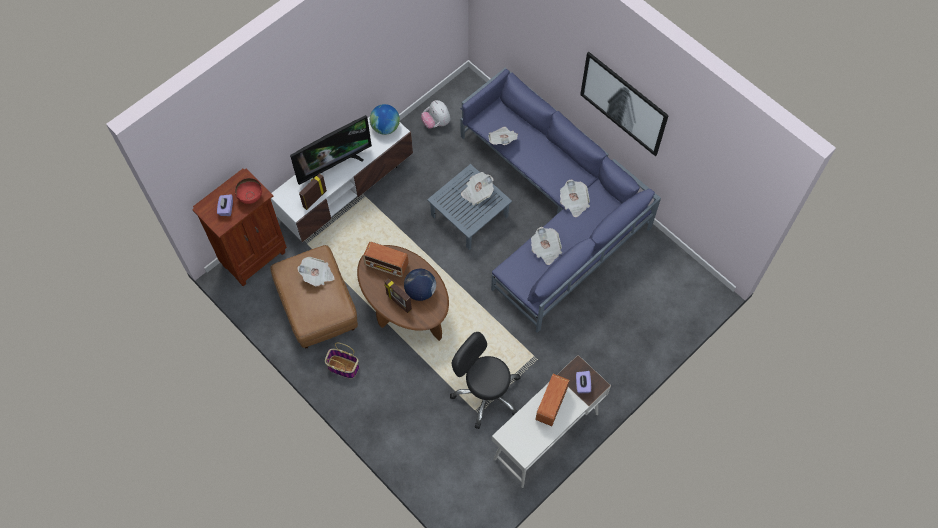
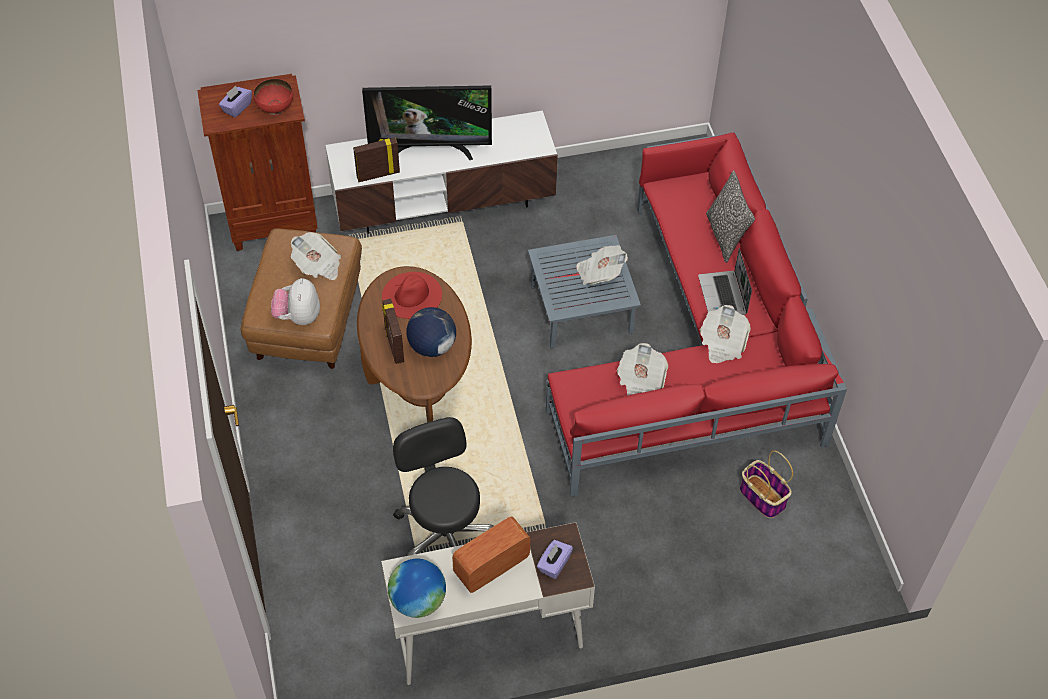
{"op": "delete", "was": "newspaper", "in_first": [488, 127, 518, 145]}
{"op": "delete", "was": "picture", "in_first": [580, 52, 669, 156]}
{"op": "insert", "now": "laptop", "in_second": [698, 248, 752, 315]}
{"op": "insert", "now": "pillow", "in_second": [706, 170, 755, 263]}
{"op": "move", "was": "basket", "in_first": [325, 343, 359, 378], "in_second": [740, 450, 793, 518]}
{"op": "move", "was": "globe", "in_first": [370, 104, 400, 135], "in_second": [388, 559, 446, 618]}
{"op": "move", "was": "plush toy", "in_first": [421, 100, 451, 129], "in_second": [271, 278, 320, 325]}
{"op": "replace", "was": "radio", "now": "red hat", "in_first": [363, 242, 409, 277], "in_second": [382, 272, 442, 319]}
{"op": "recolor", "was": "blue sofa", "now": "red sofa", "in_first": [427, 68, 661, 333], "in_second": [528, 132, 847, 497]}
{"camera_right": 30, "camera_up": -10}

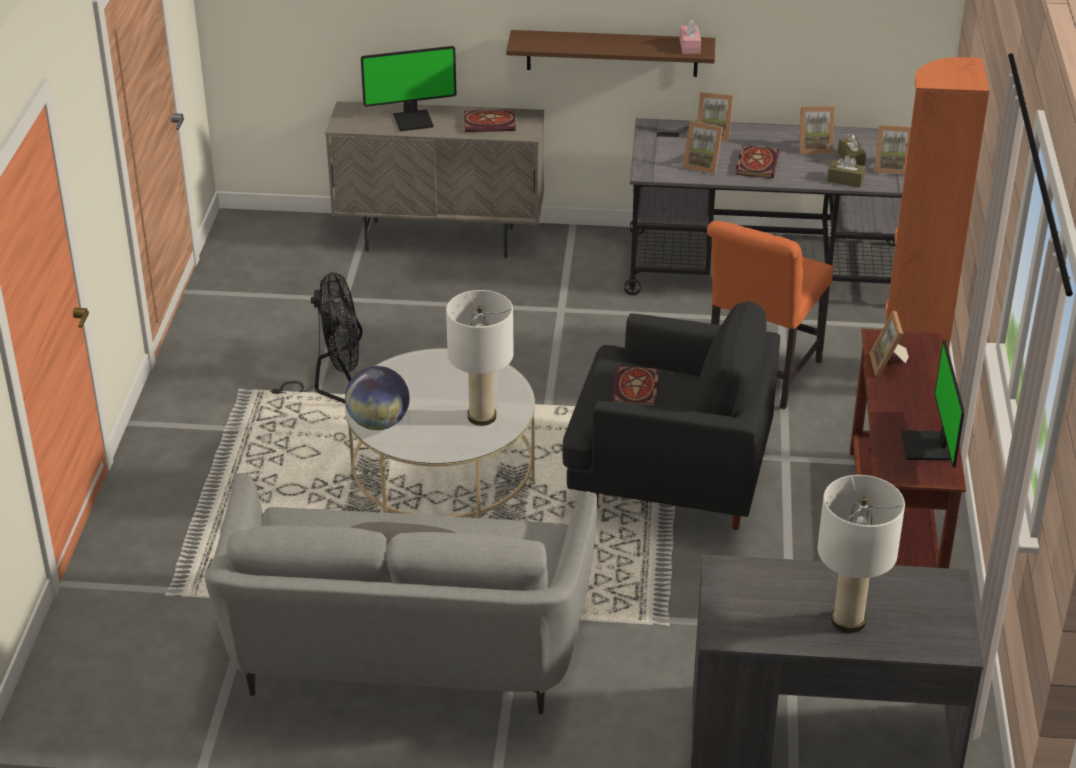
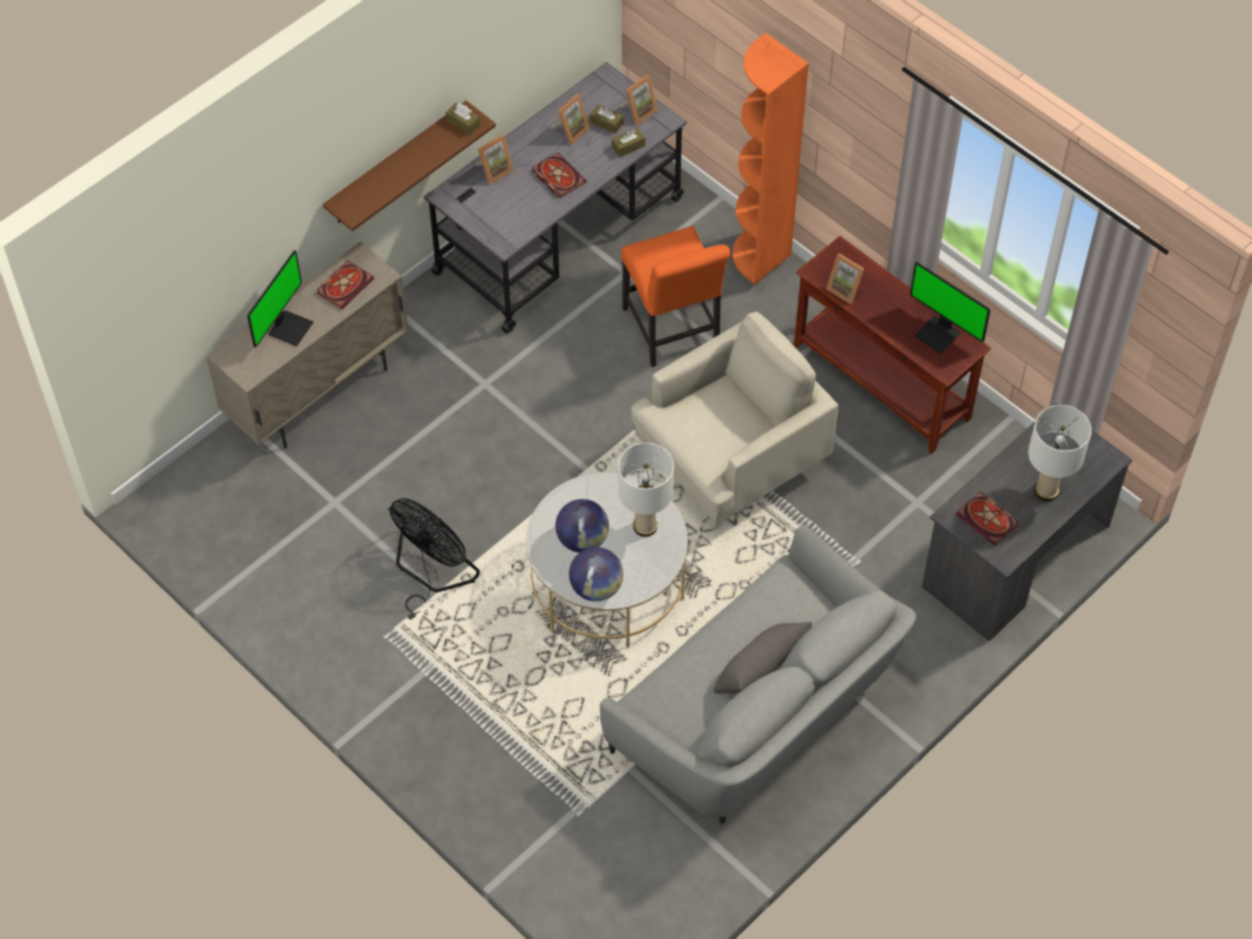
{"op": "delete", "was": "picture frame", "in_first": [683, 121, 723, 174]}
{"op": "insert", "now": "globe", "in_second": [555, 499, 609, 553]}
{"op": "move", "was": "book", "in_first": [612, 366, 659, 405], "in_second": [956, 491, 1019, 546]}
{"op": "recolor", "was": "black armchair", "now": "beige armchair", "in_first": [563, 301, 780, 530], "in_second": [631, 312, 839, 525]}
{"op": "recolor", "was": "pink tissue box", "now": "brown tissue box", "in_first": [679, 20, 701, 54], "in_second": [446, 103, 480, 135]}
{"camera_right": -50, "camera_up": 20}

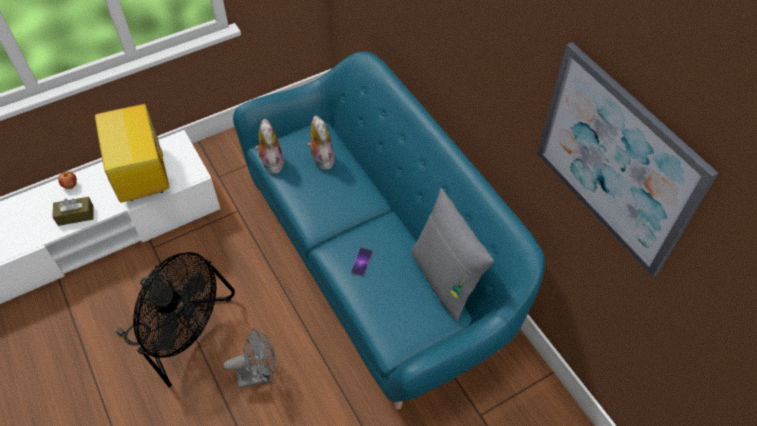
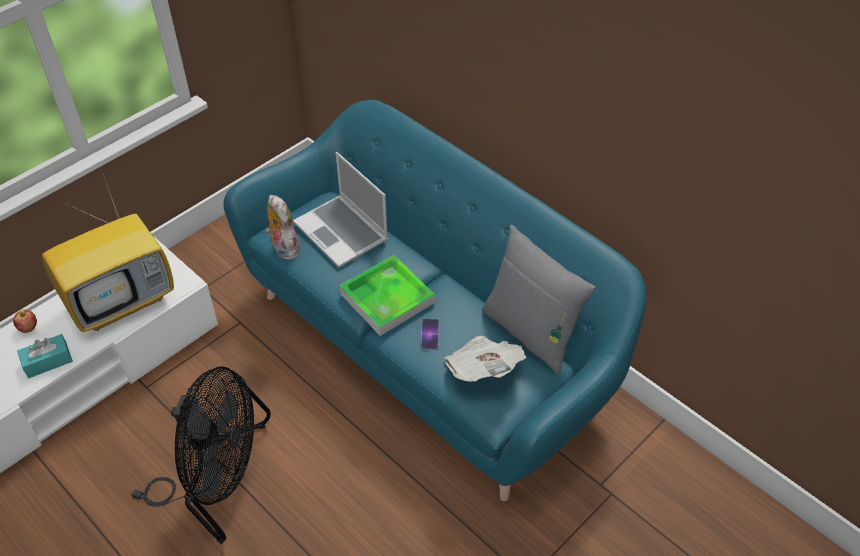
{"op": "delete", "was": "grey fan", "in_first": [223, 328, 276, 388]}
{"op": "delete", "was": "picture", "in_first": [537, 42, 718, 277]}
{"op": "insert", "now": "tray", "in_second": [339, 255, 435, 336]}
{"op": "insert", "now": "newspaper", "in_second": [444, 336, 526, 382]}
{"op": "replace", "was": "plush toy", "now": "laptop", "in_first": [307, 115, 335, 170], "in_second": [293, 152, 388, 268]}
{"op": "recolor", "was": "brown tissue box", "now": "turquoise tissue box", "in_first": [52, 197, 94, 226], "in_second": [17, 334, 73, 378]}
{"op": "rotate", "was": "television", "in_first": [95, 92, 170, 203], "in_second": [42, 174, 174, 332], "clockwise": -90}
{"camera_right": -15, "camera_up": -5}

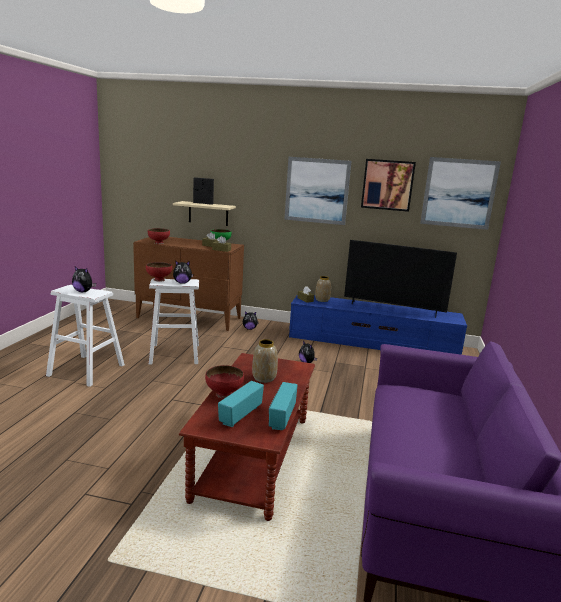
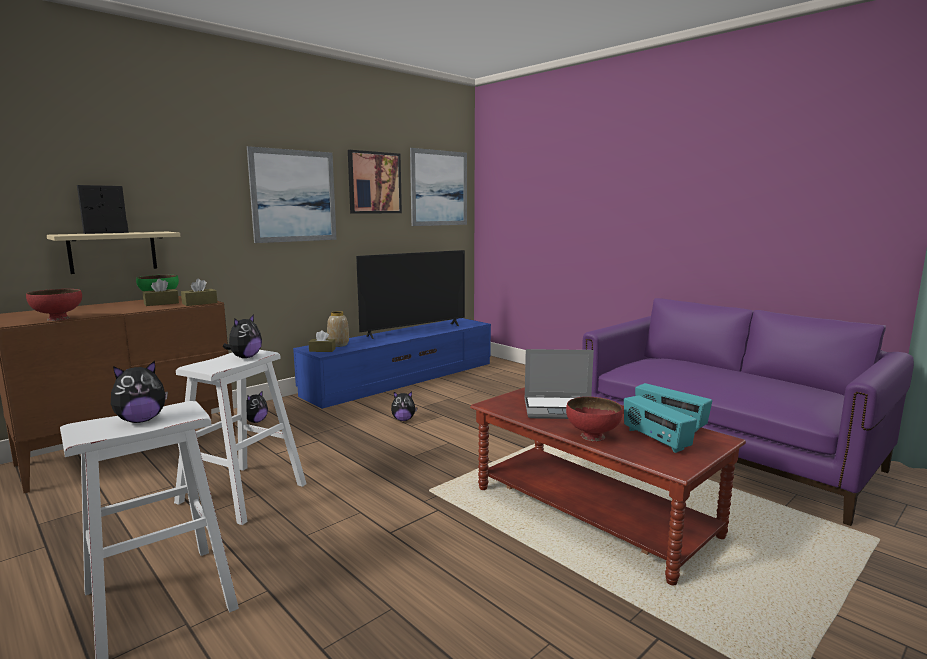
{"op": "delete", "was": "red bowl", "in_first": [146, 262, 172, 282]}
{"op": "replace", "was": "vase", "now": "laptop", "in_first": [252, 339, 278, 383], "in_second": [525, 349, 594, 419]}
{"camera_right": -55, "camera_up": -5}

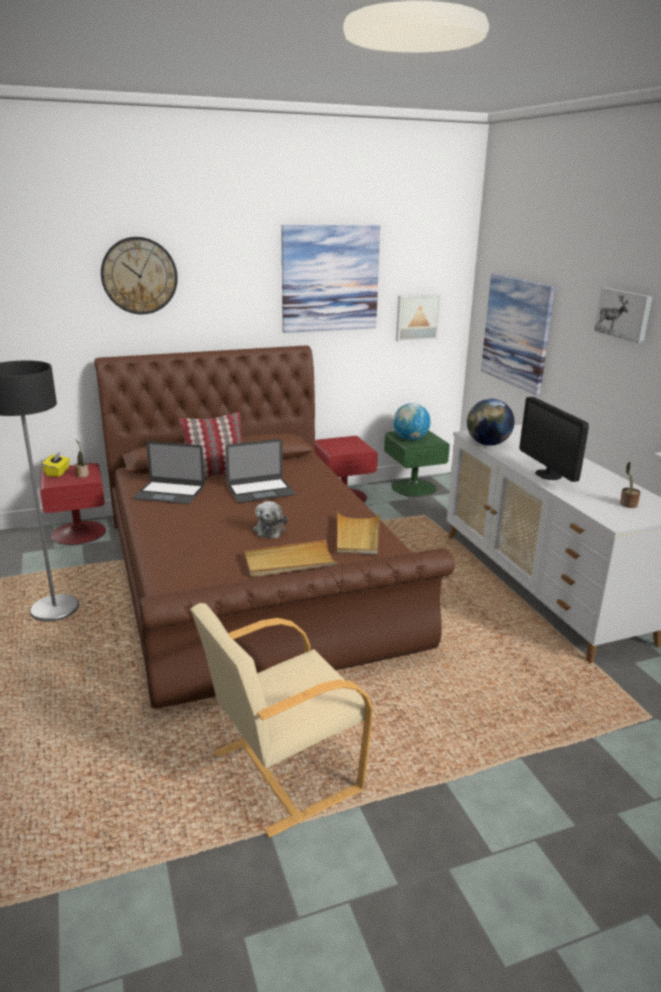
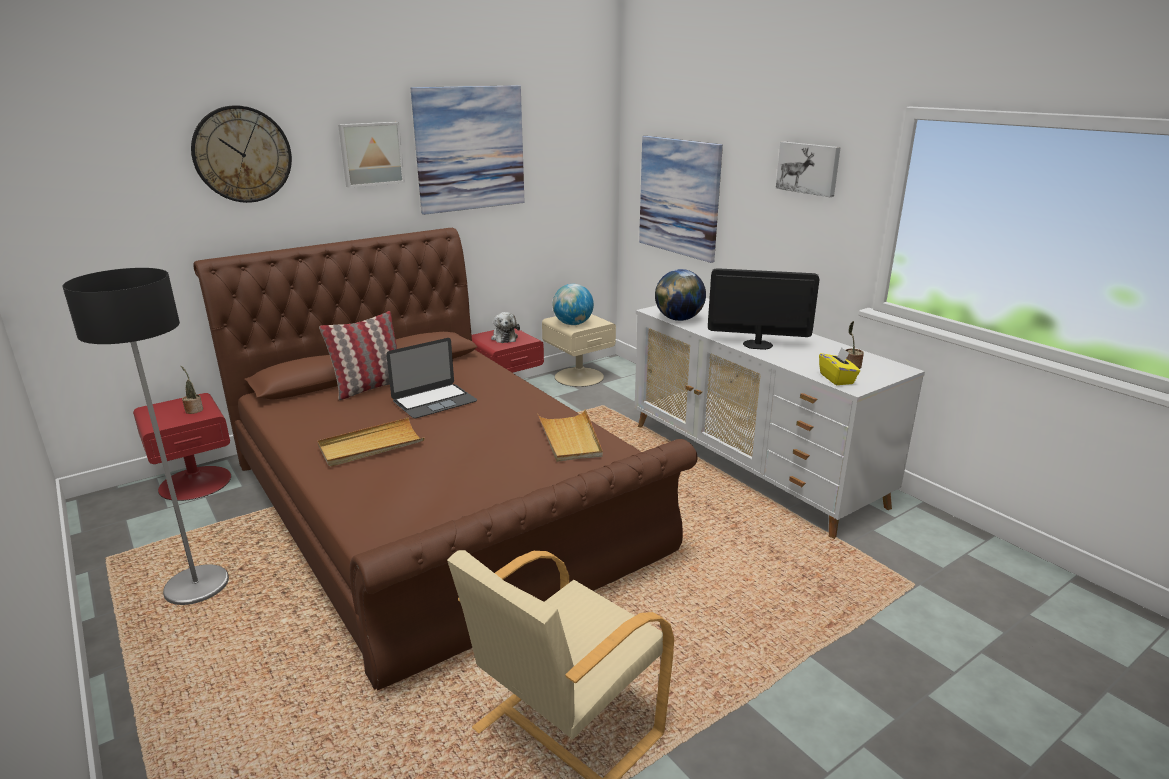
{"op": "delete", "was": "laptop", "in_first": [133, 441, 205, 504]}
{"op": "move", "was": "yellow tissue box", "in_first": [42, 451, 70, 477], "in_second": [819, 347, 860, 385]}
{"op": "move", "was": "beige tray", "in_first": [245, 540, 338, 577], "in_second": [318, 418, 424, 467]}
{"op": "move", "was": "plush toy", "in_first": [253, 501, 288, 538], "in_second": [491, 312, 520, 343]}
{"op": "move", "was": "picture", "in_first": [396, 294, 441, 342], "in_second": [338, 122, 405, 188]}
{"op": "recolor", "was": "green nightstand", "now": "beige nightstand", "in_first": [384, 430, 450, 497], "in_second": [542, 314, 616, 387]}
{"op": "rotate", "was": "monitor", "in_first": [520, 397, 589, 482], "in_second": [708, 268, 819, 350], "clockwise": 135}
{"camera_right": -15, "camera_up": 0}

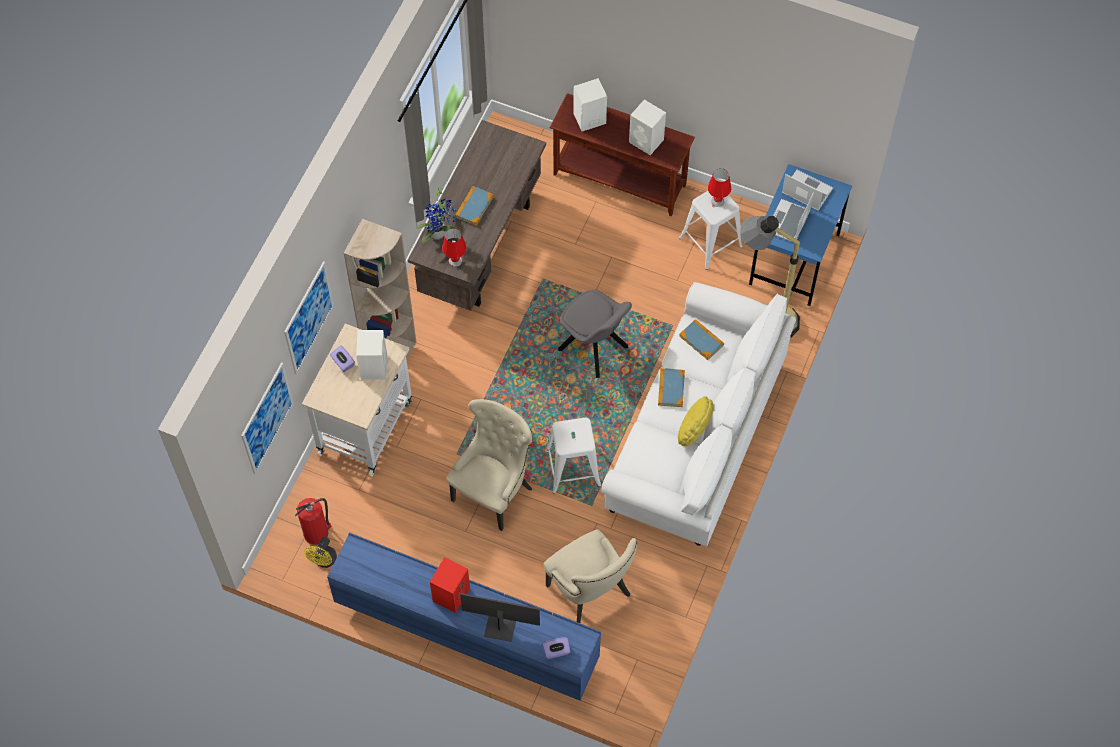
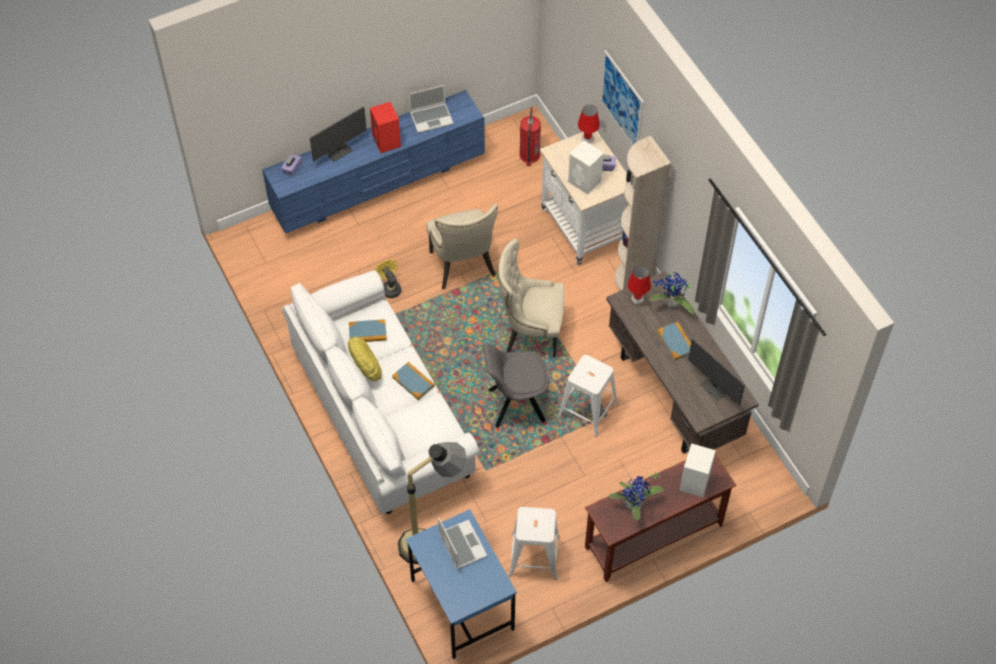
{"op": "delete", "was": "picture", "in_first": [241, 362, 294, 474]}
{"op": "insert", "now": "monitor", "in_second": [688, 338, 745, 406]}
{"op": "move", "was": "yellow fan", "in_first": [304, 537, 337, 568], "in_second": [375, 259, 401, 298]}
{"op": "move", "was": "beige chair", "in_first": [544, 529, 637, 623], "in_second": [498, 238, 565, 357]}
{"op": "move", "was": "white stool", "in_first": [545, 417, 601, 494], "in_second": [557, 355, 619, 437]}
{"op": "move", "was": "book", "in_first": [679, 319, 724, 360], "in_second": [349, 319, 387, 342]}
{"op": "move", "was": "red table lamp", "in_first": [708, 168, 731, 207], "in_second": [578, 105, 600, 144]}
{"op": "move", "was": "laptop", "in_first": [782, 170, 833, 211], "in_second": [409, 85, 454, 133]}
{"op": "replace", "was": "white speaker", "now": "potted plant", "in_first": [629, 99, 666, 155], "in_second": [609, 473, 664, 520]}
{"camera_right": 130, "camera_up": -5}

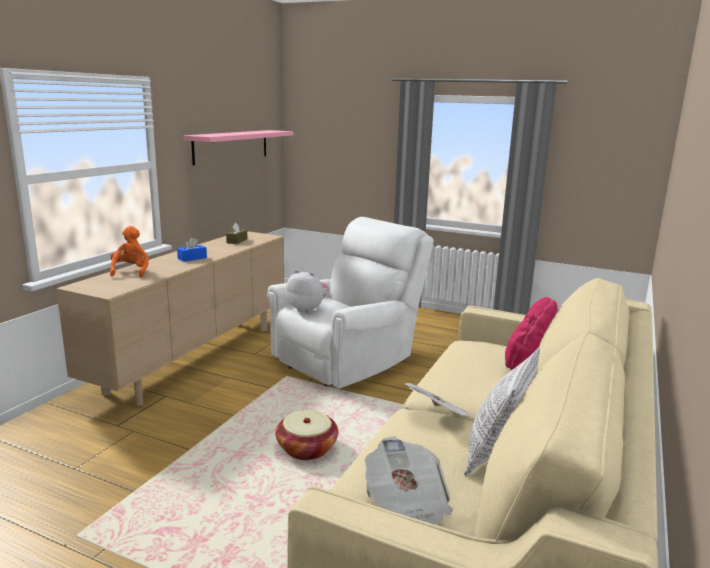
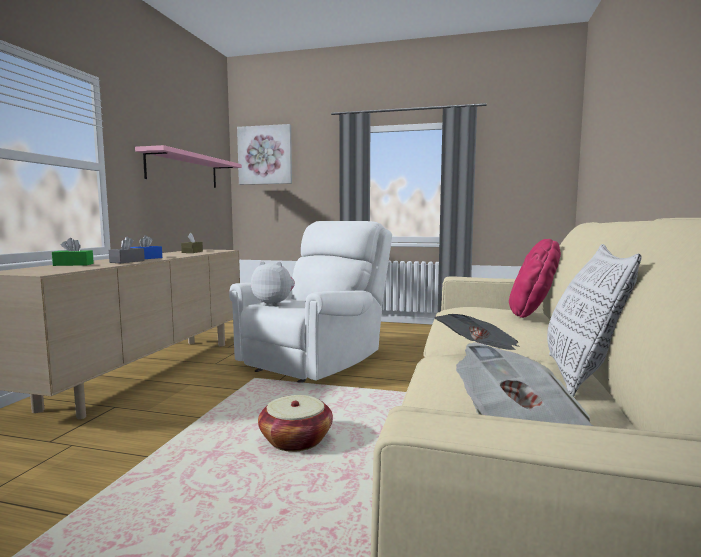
{"op": "insert", "now": "grey tissue box", "in_second": [109, 237, 145, 263]}
{"op": "insert", "now": "picture", "in_second": [237, 124, 292, 185]}
{"op": "replace", "was": "orange plush toy", "now": "green tissue box", "in_first": [110, 226, 149, 278], "in_second": [52, 238, 94, 266]}
{"camera_right": -10, "camera_up": -10}

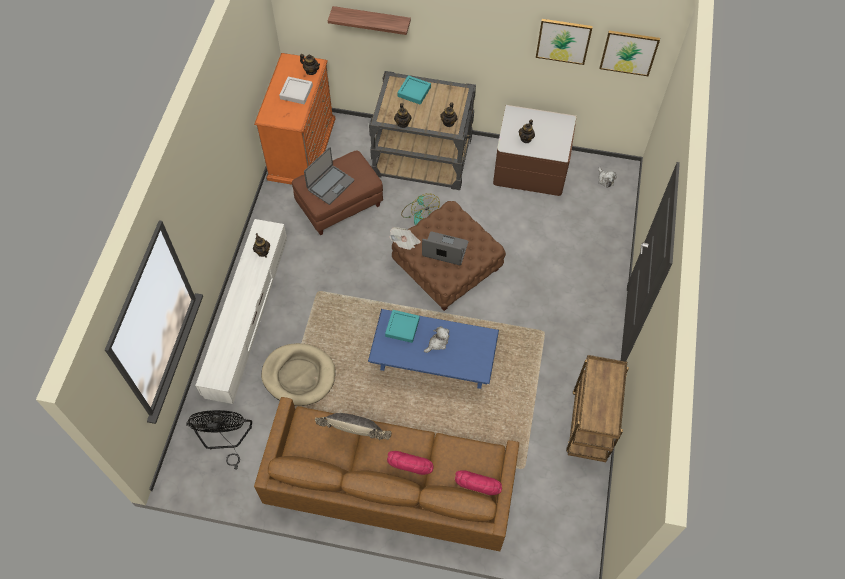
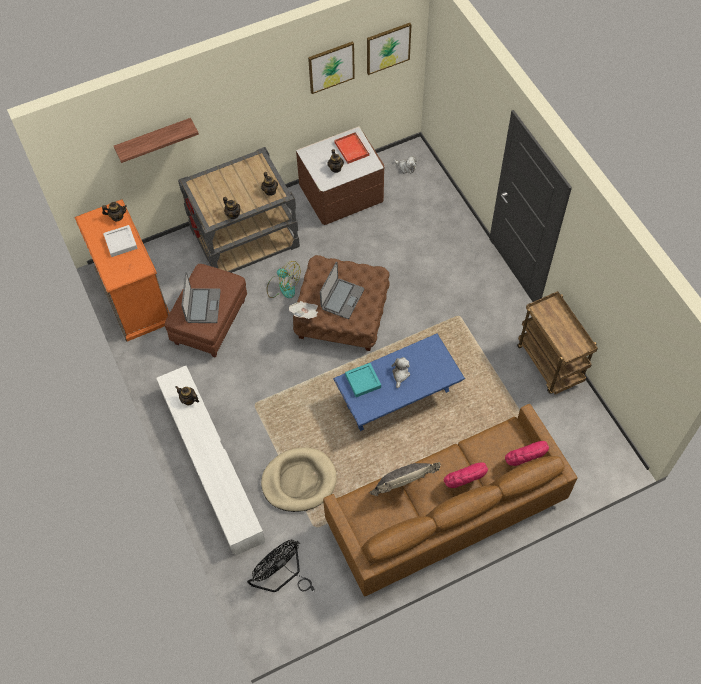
{"op": "delete", "was": "turquoise tray", "in_first": [397, 75, 431, 105]}
{"op": "insert", "now": "red tray", "in_second": [335, 132, 370, 164]}
{"op": "rotate", "was": "laptop", "in_first": [422, 231, 468, 265], "in_second": [320, 262, 364, 319], "clockwise": 135}
{"camera_right": -35, "camera_up": 0}

